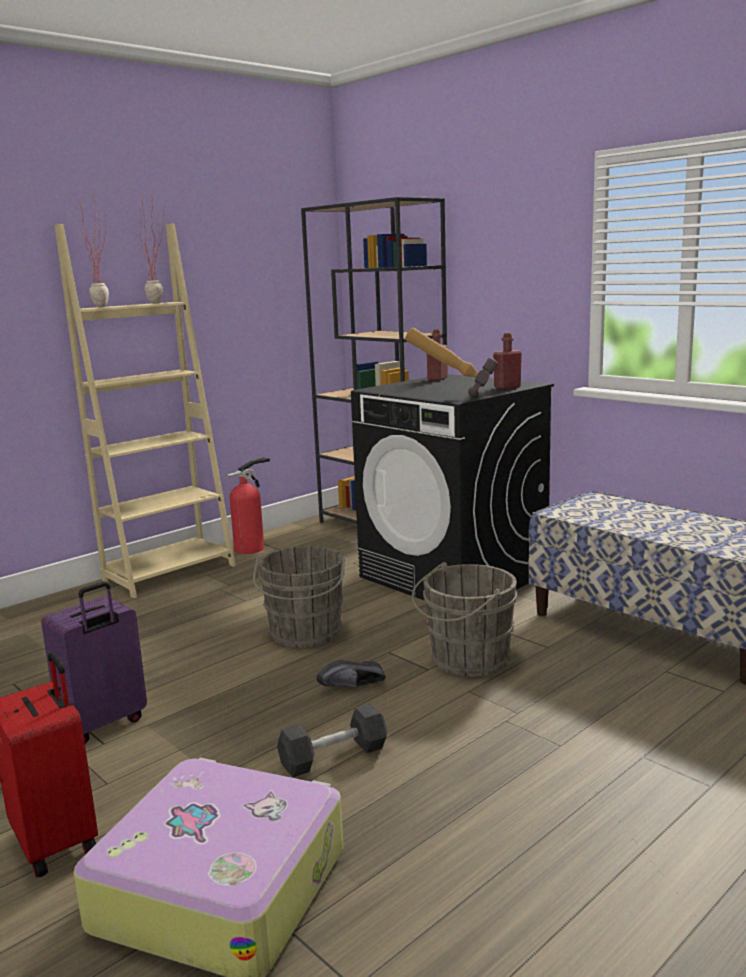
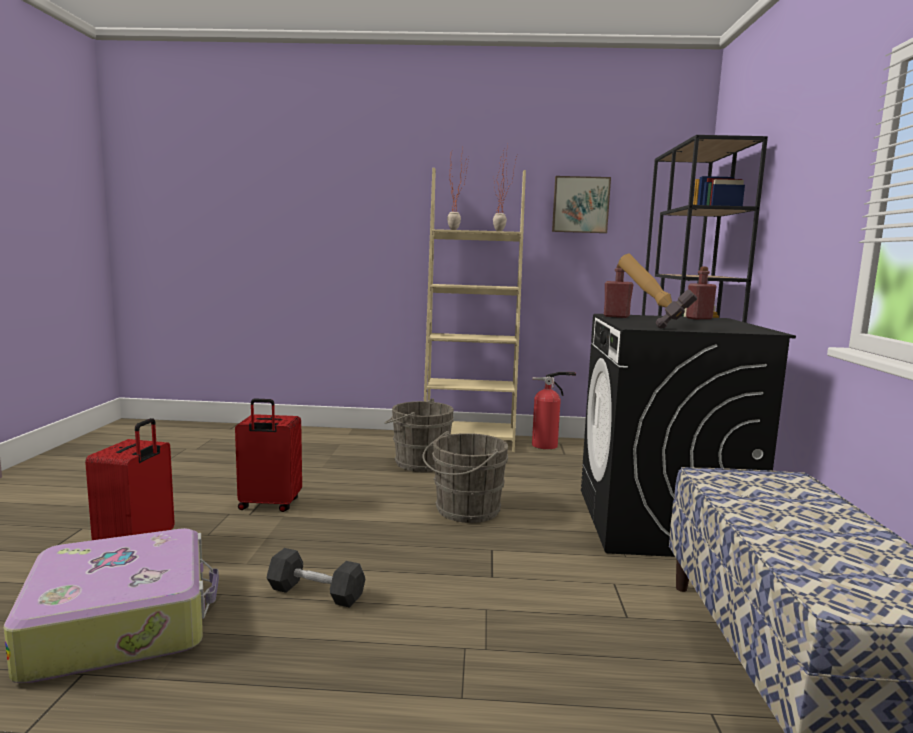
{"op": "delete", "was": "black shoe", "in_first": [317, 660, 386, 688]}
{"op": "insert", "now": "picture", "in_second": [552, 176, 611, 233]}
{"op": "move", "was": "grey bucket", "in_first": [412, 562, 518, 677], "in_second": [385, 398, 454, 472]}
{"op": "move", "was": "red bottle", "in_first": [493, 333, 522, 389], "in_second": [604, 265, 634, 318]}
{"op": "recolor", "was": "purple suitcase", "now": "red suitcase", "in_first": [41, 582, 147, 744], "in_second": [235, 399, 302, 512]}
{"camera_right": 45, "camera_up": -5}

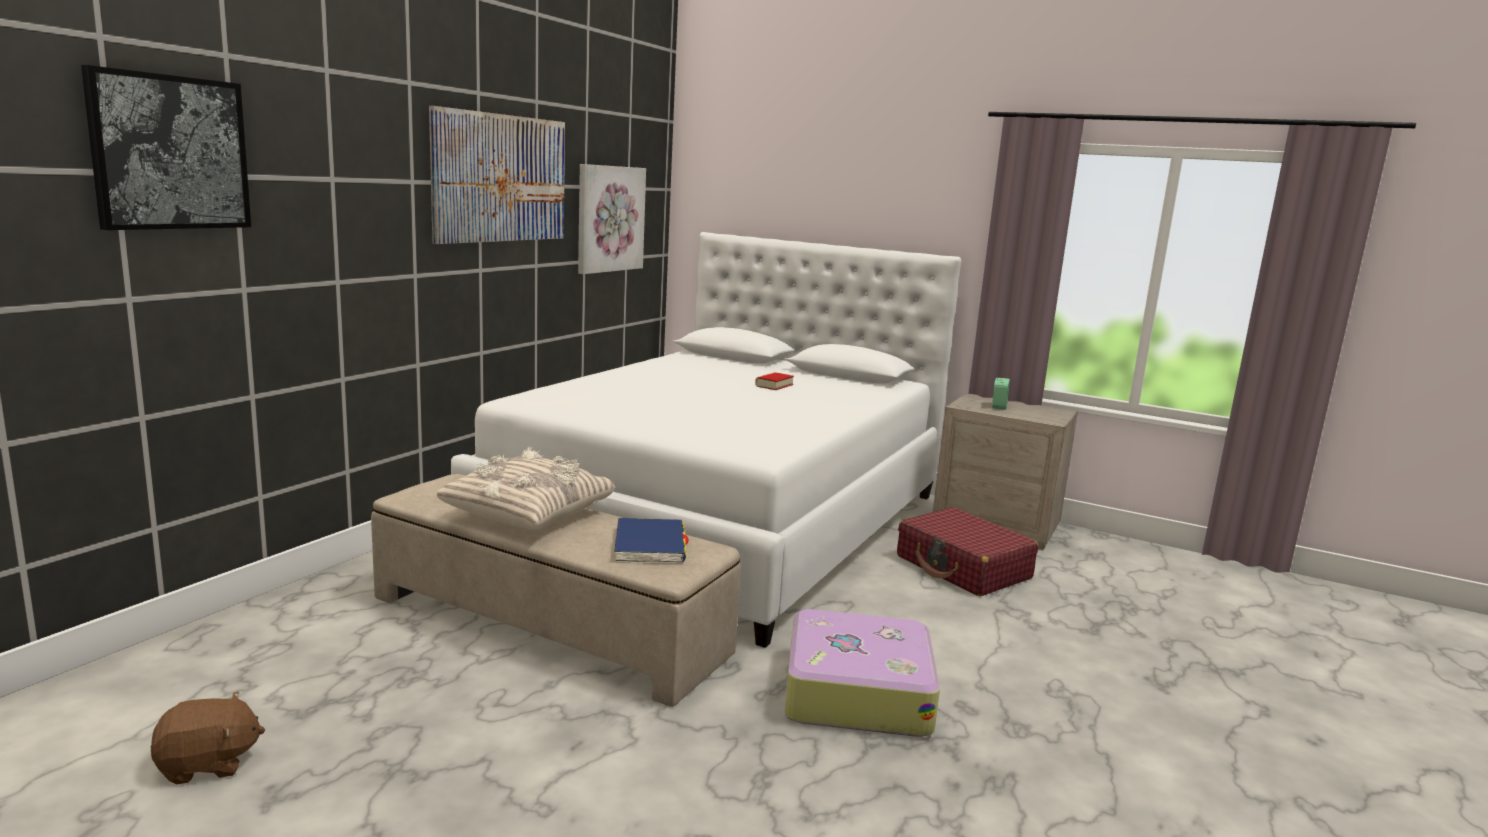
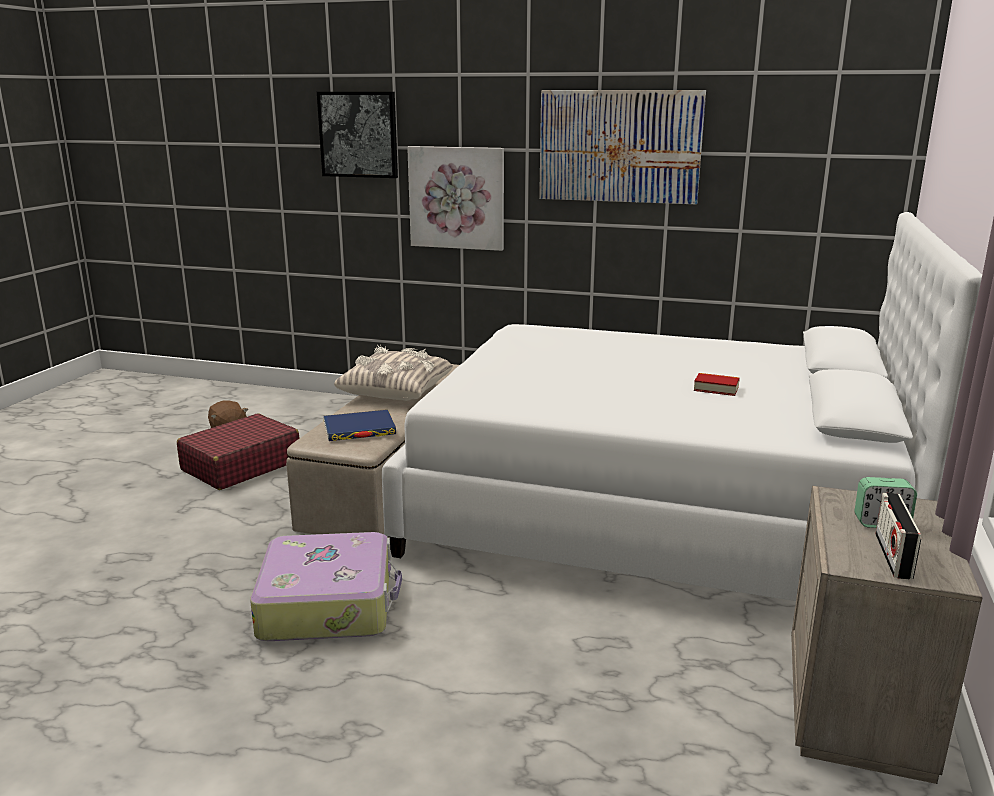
{"op": "insert", "now": "radio", "in_second": [875, 493, 921, 580]}
{"op": "move", "was": "picture", "in_first": [578, 164, 646, 274], "in_second": [407, 146, 504, 251]}
{"op": "move", "was": "red suitcase", "in_first": [897, 507, 1038, 596], "in_second": [177, 413, 300, 490]}
{"camera_right": 80, "camera_up": 5}

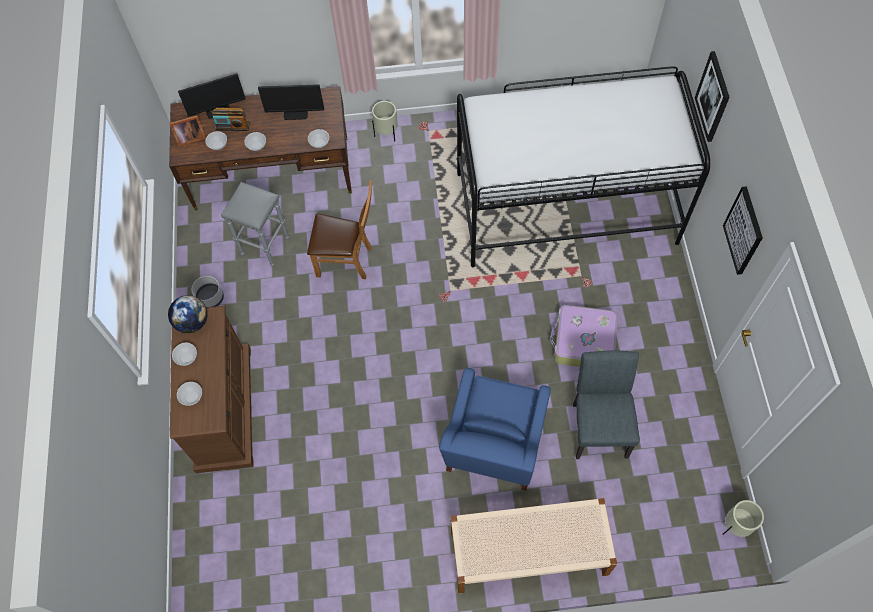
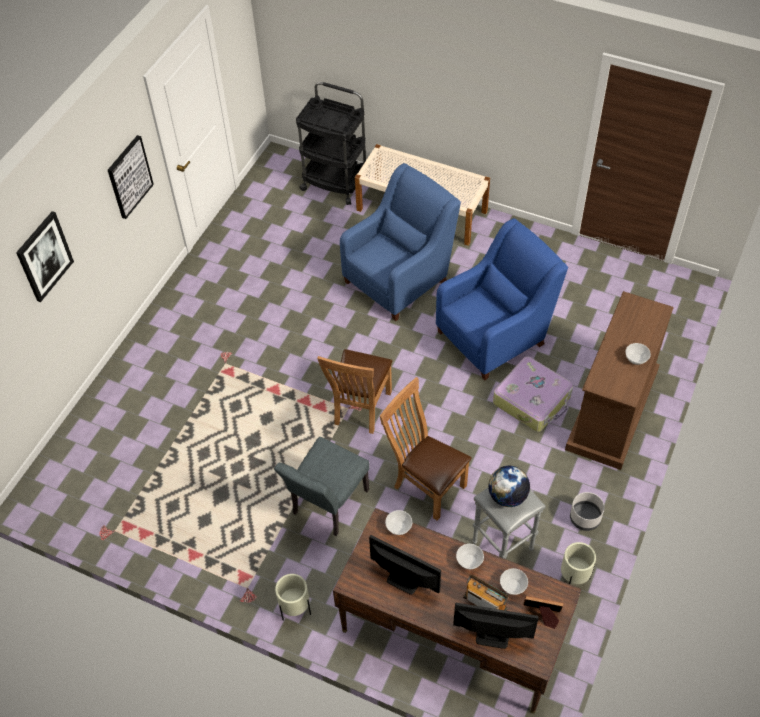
{"op": "delete", "was": "bowl", "in_first": [177, 382, 202, 406]}
{"op": "delete", "was": "black bed", "in_first": [457, 66, 710, 267]}
{"op": "insert", "now": "black cart", "in_second": [296, 82, 368, 205]}
{"op": "insert", "now": "brown chair", "in_second": [317, 349, 392, 434]}
{"op": "insert", "now": "blue armchair", "in_second": [436, 218, 568, 380]}
{"op": "move", "was": "globe", "in_first": [168, 295, 207, 333], "in_second": [488, 466, 530, 507]}
{"op": "move", "was": "suitcase", "in_first": [550, 305, 618, 367], "in_second": [493, 356, 573, 432]}
{"op": "move", "was": "grey chair", "in_first": [573, 350, 640, 459], "in_second": [274, 437, 370, 536]}
{"op": "move", "was": "beige planter", "in_first": [723, 500, 764, 537], "in_second": [561, 542, 596, 584]}
{"camera_right": -150, "camera_up": -10}

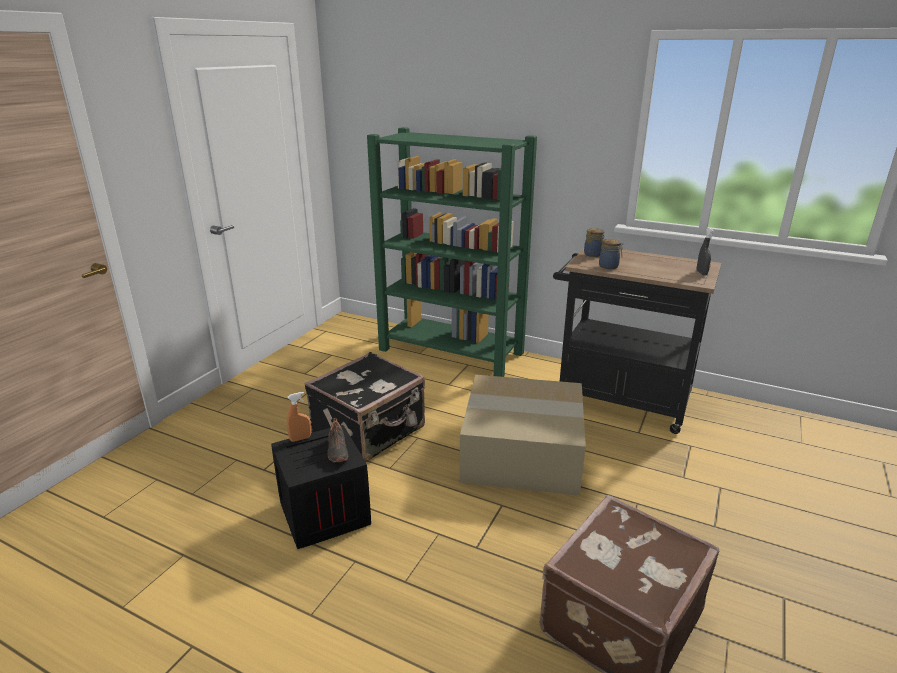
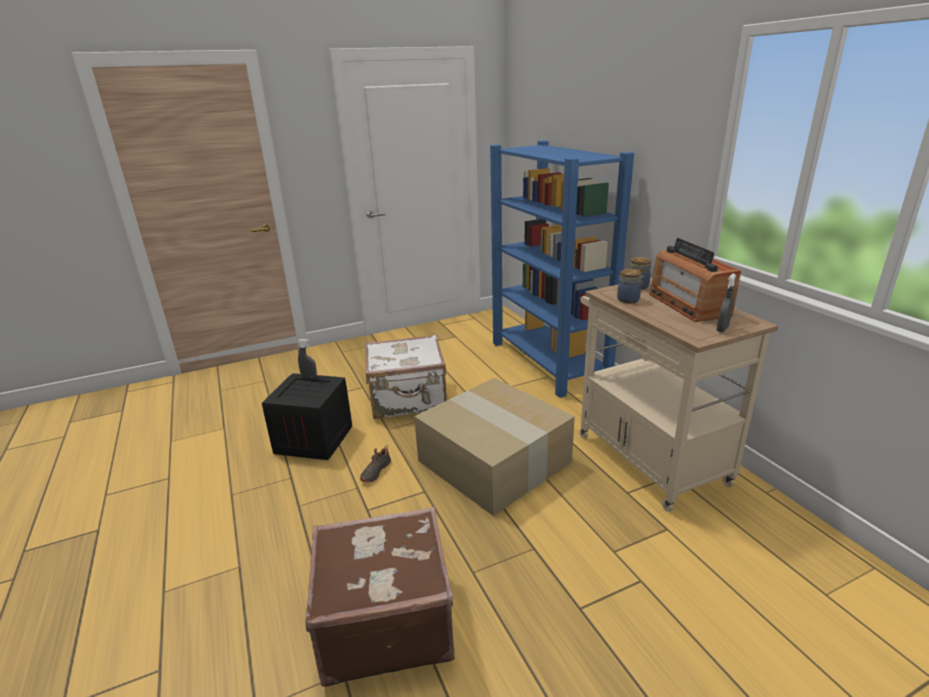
{"op": "insert", "now": "radio", "in_second": [649, 238, 741, 322]}
{"op": "move", "was": "black shoe", "in_first": [328, 418, 348, 462], "in_second": [360, 446, 391, 483]}
{"op": "recolor", "was": "orange spray bottle", "now": "grey spray bottle", "in_first": [287, 392, 311, 442], "in_second": [297, 339, 317, 378]}
{"op": "recolor", "was": "black suitcase", "now": "white suitcase", "in_first": [304, 352, 425, 462], "in_second": [365, 334, 447, 419]}
{"op": "recolor", "was": "green bookcase", "now": "blue bookcase", "in_first": [367, 127, 537, 377], "in_second": [490, 140, 634, 398]}
{"op": "recolor", "was": "black cart", "now": "beige cart", "in_first": [553, 249, 721, 434], "in_second": [580, 277, 778, 512]}
{"camera_right": 40, "camera_up": 0}

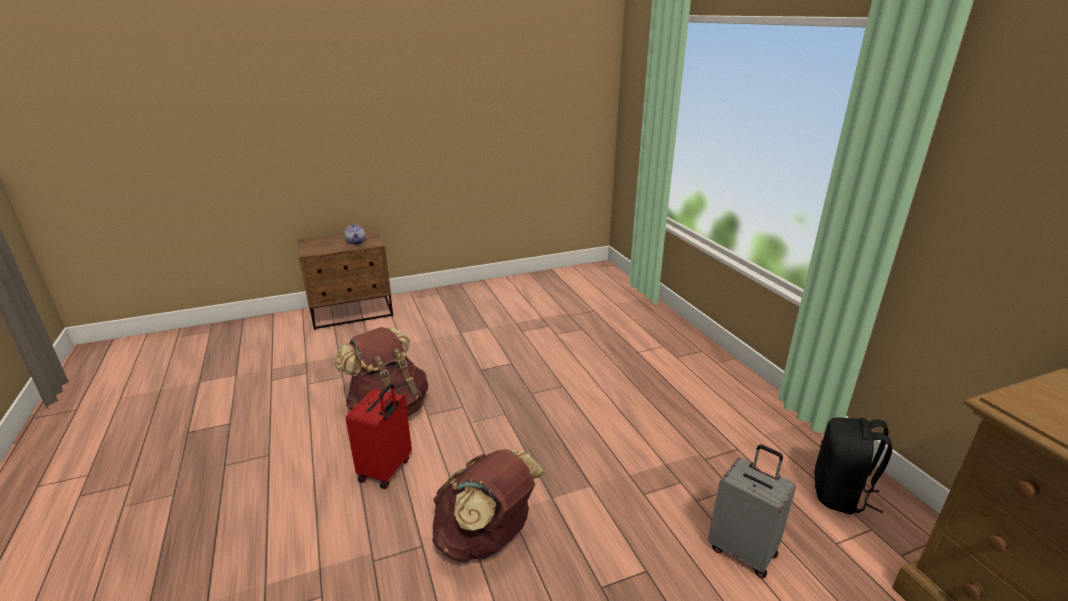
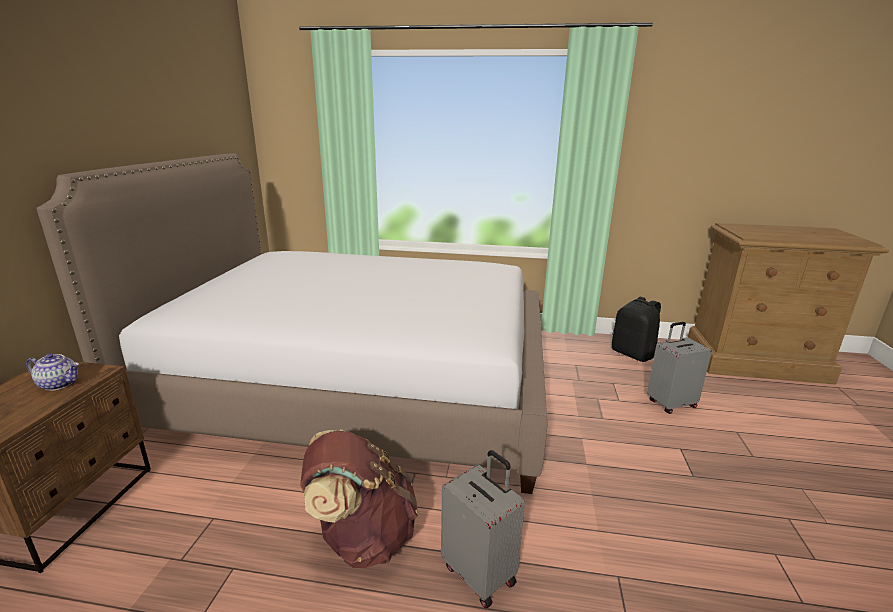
{"op": "delete", "was": "brown backpack", "in_first": [432, 449, 546, 562]}
{"op": "insert", "now": "bed", "in_second": [37, 153, 547, 494]}
{"op": "recolor", "was": "red suitcase", "now": "grey suitcase", "in_first": [346, 383, 412, 489], "in_second": [441, 450, 525, 608]}
{"camera_right": -60, "camera_up": -5}

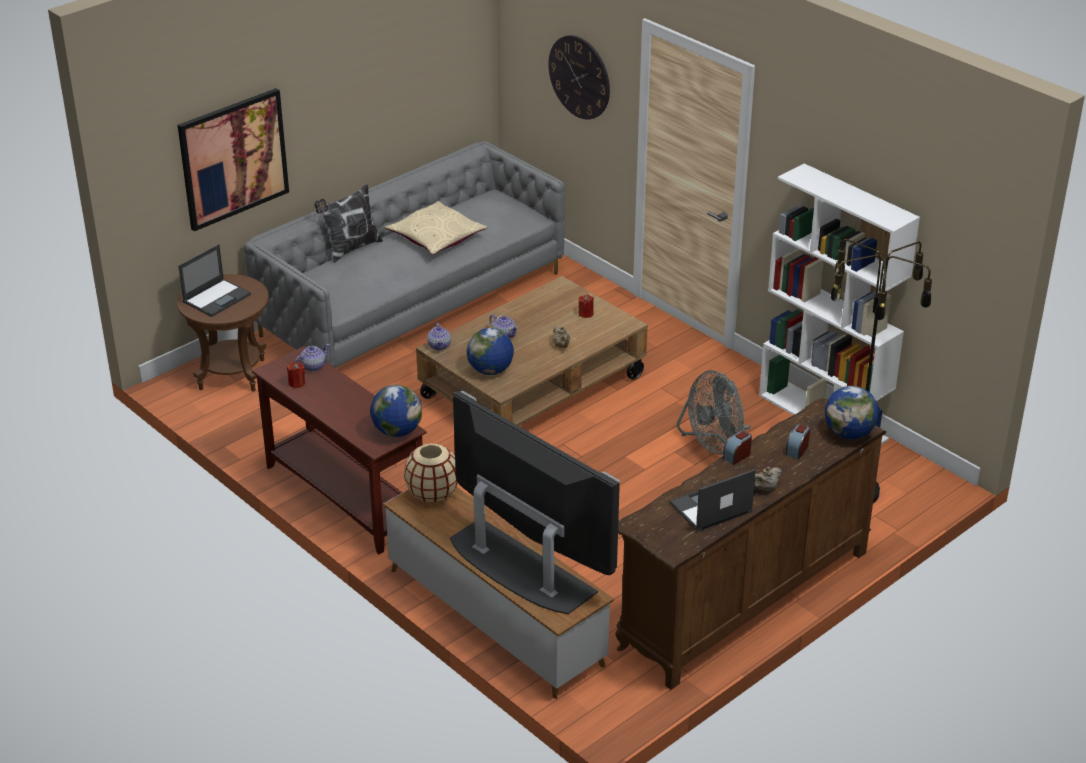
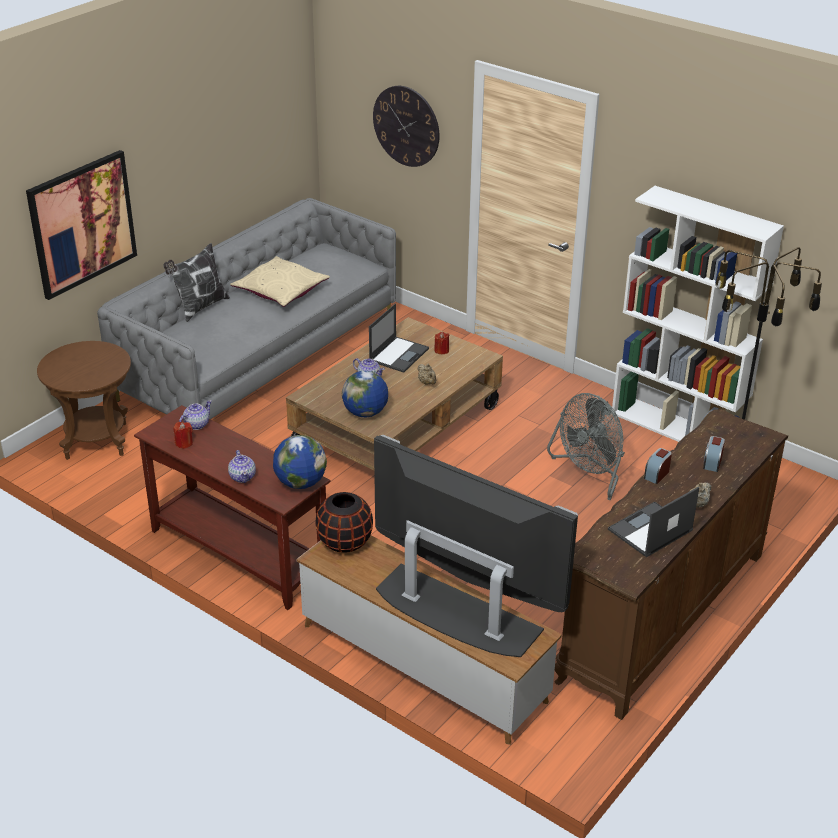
{"op": "delete", "was": "globe", "in_first": [825, 386, 879, 439]}
{"op": "move", "was": "laptop", "in_first": [178, 244, 251, 317], "in_second": [369, 303, 429, 373]}
{"op": "move", "was": "teapot", "in_first": [427, 322, 451, 350], "in_second": [228, 450, 256, 483]}
{"op": "recolor", "was": "beige vase", "now": "black vase", "in_first": [404, 444, 458, 502], "in_second": [315, 492, 373, 553]}
{"camera_right": -10, "camera_up": 0}

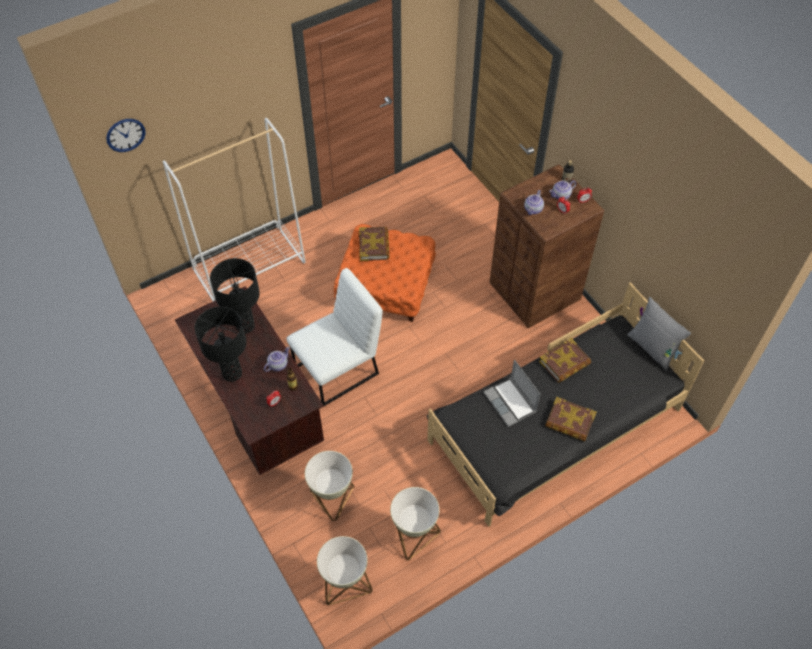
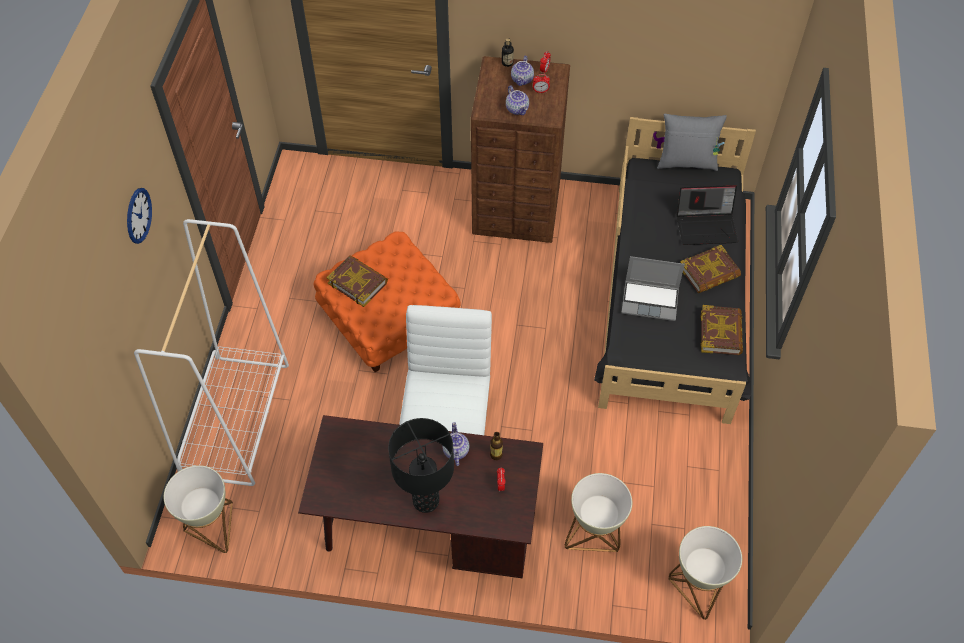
{"op": "delete", "was": "black table lamp", "in_first": [210, 258, 260, 334]}
{"op": "insert", "now": "laptop", "in_second": [677, 185, 738, 245]}
{"op": "move", "was": "wall clock", "in_first": [106, 119, 146, 152], "in_second": [127, 188, 152, 244]}
{"op": "move", "was": "planter", "in_first": [390, 487, 441, 561], "in_second": [164, 465, 233, 553]}
{"op": "move", "was": "book", "in_first": [539, 338, 591, 383], "in_second": [700, 305, 743, 355]}
{"camera_right": -50, "camera_up": 0}

